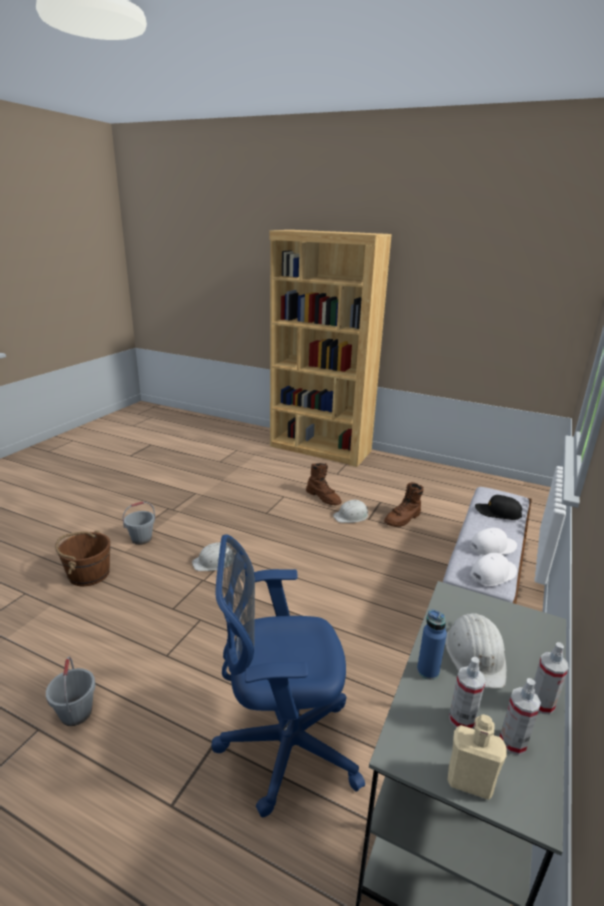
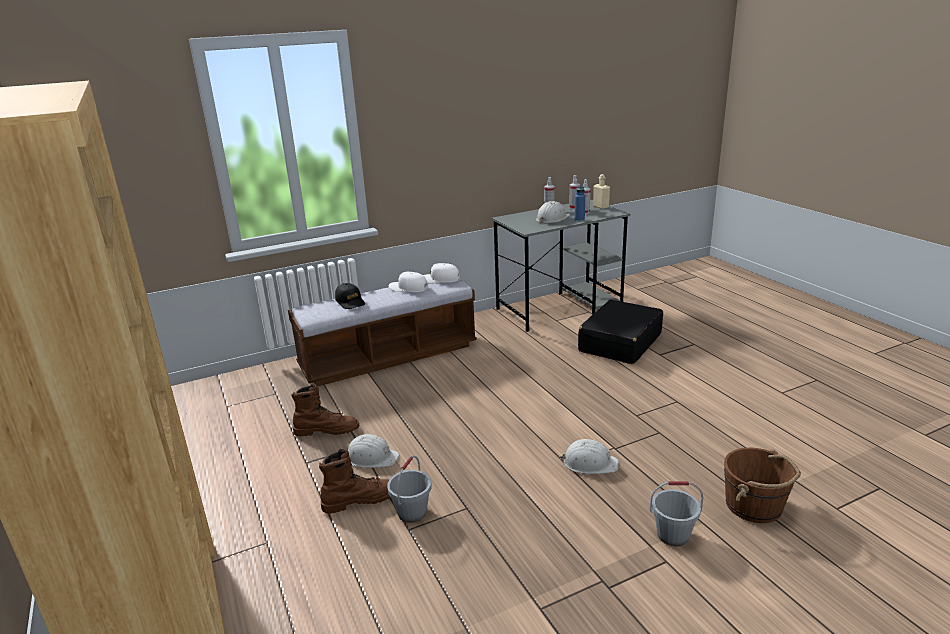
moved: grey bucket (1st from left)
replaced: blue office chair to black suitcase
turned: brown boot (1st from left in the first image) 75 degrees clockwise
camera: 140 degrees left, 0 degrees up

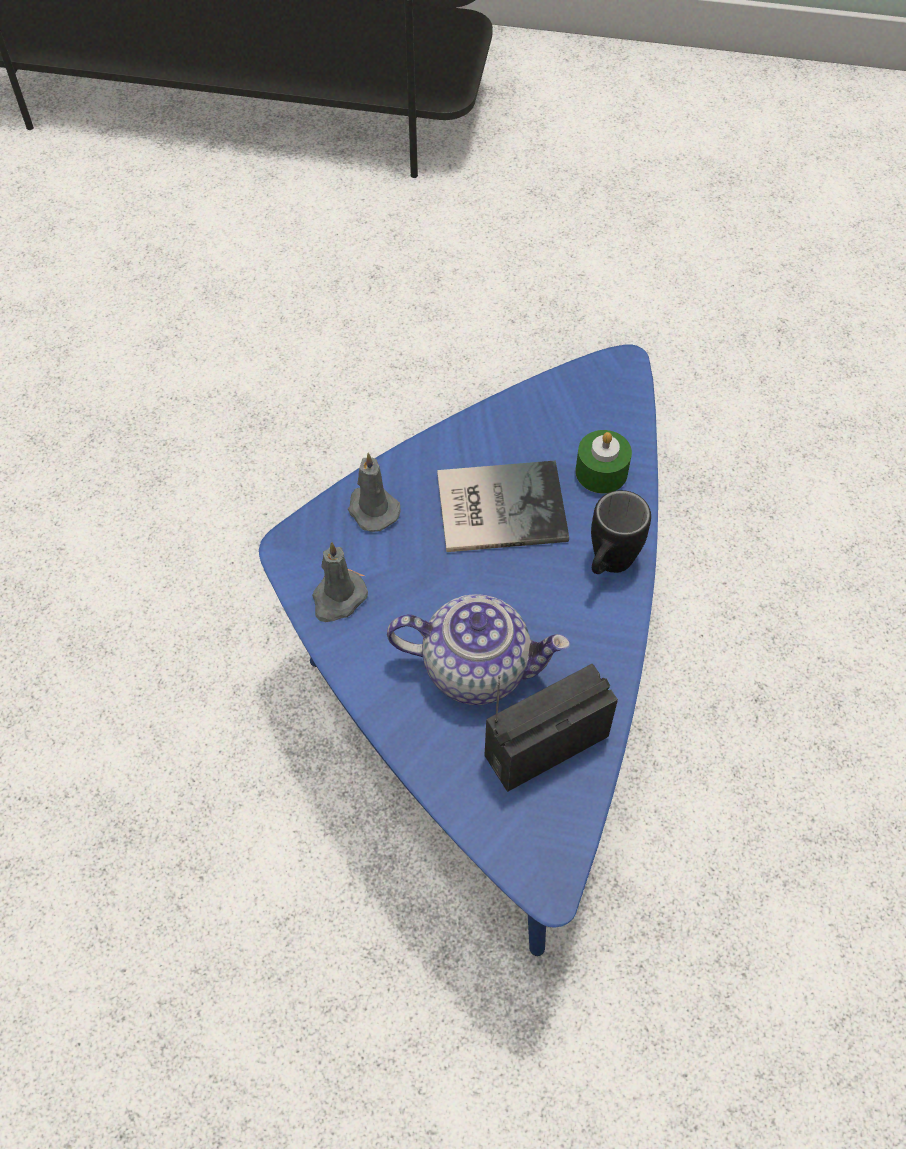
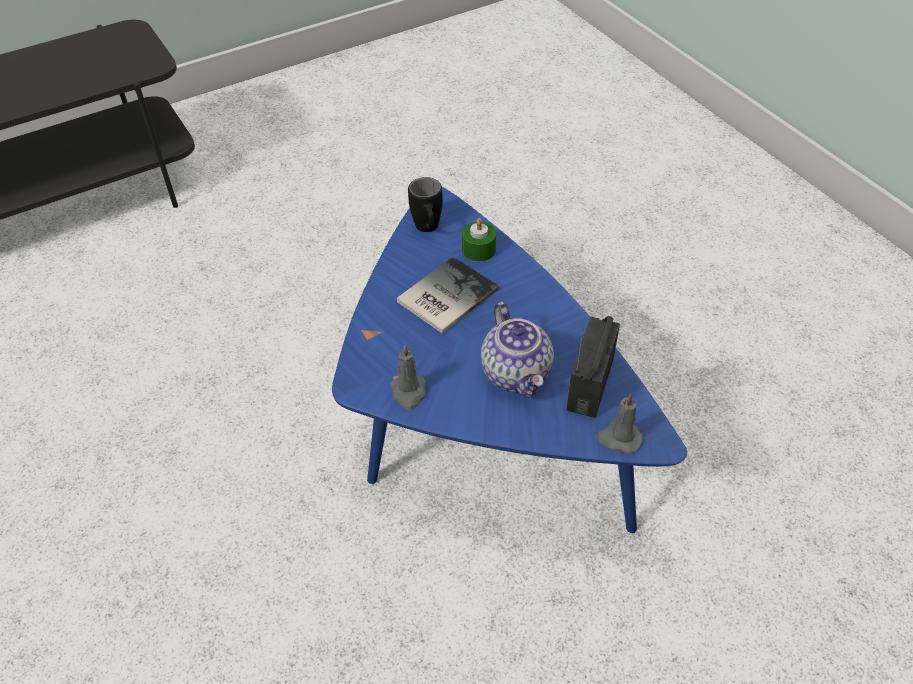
moved: black mug; grey candle (2nd from left)
turned: teapot 105 degrees clockwise
camera: 40 degrees left, 10 degrees down

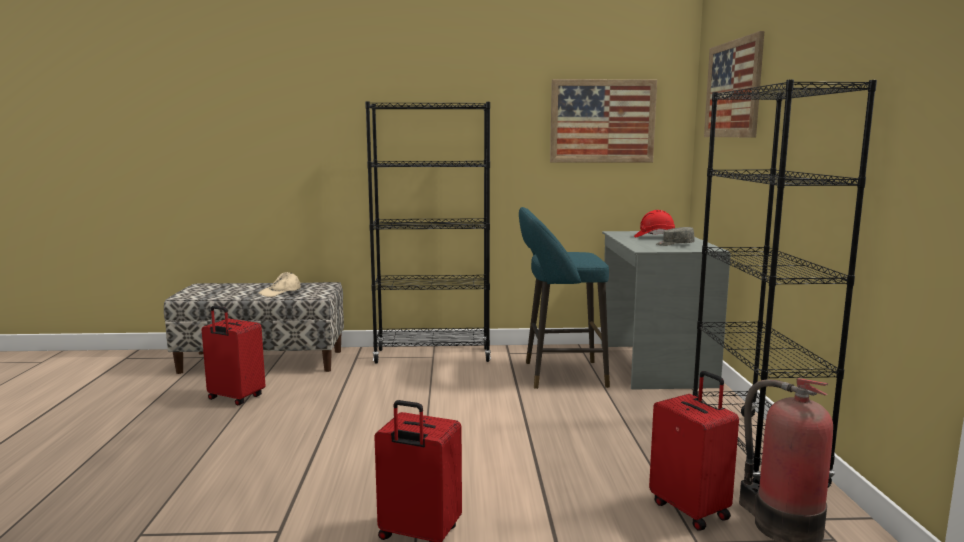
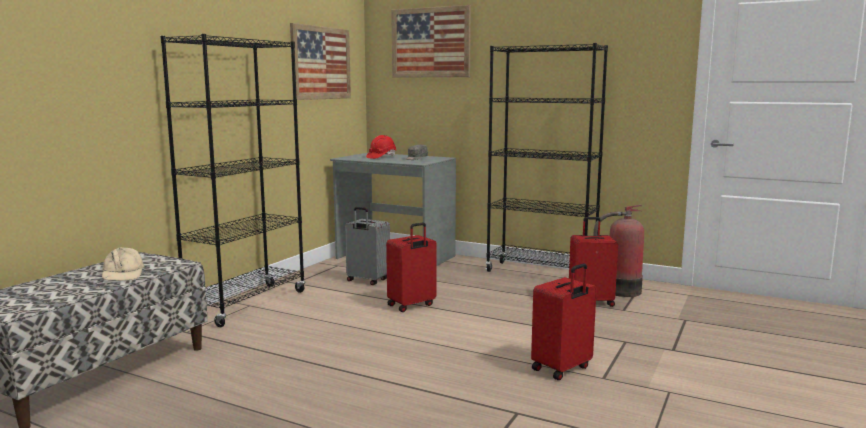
moved: red suitcase (1st from left)
replaced: turquoise stool to grey suitcase
camera: 60 degrees left, 0 degrees up

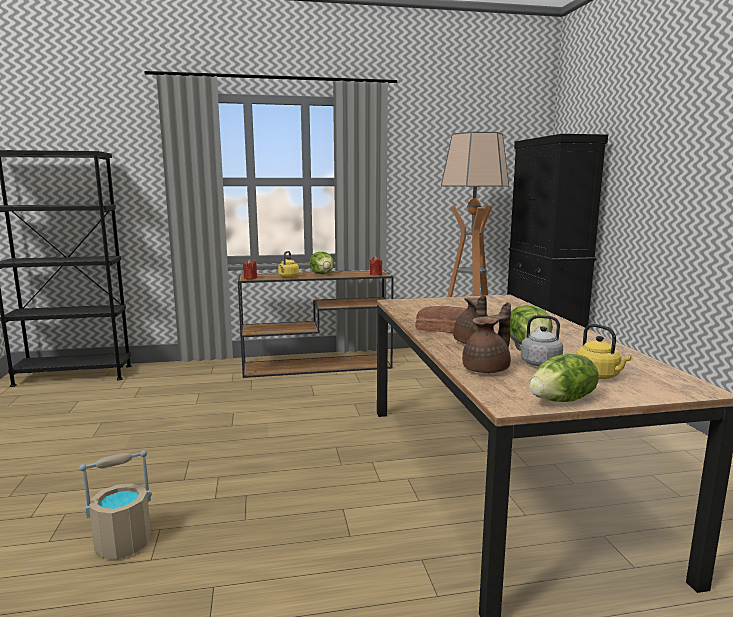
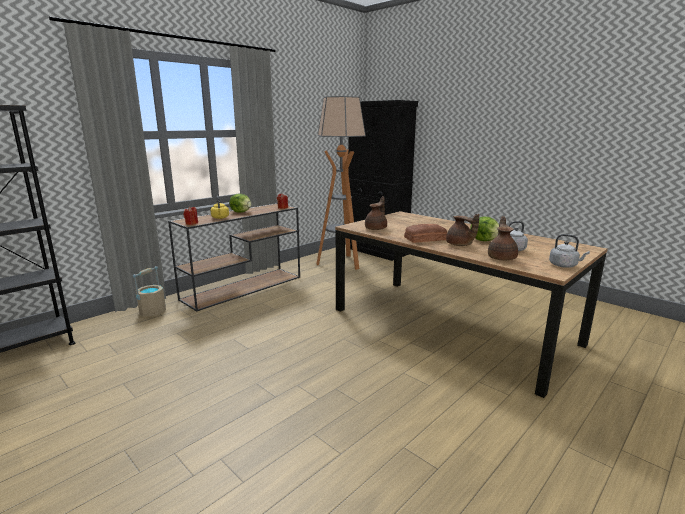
removed: yellow kettle (2nd from left)
added: brown teapot (1st from left)
moved: beige bucket
replaced: lettuce (3rd from left) to grey kettle (2nd from left)
camera: 35 degrees left, 5 degrees up

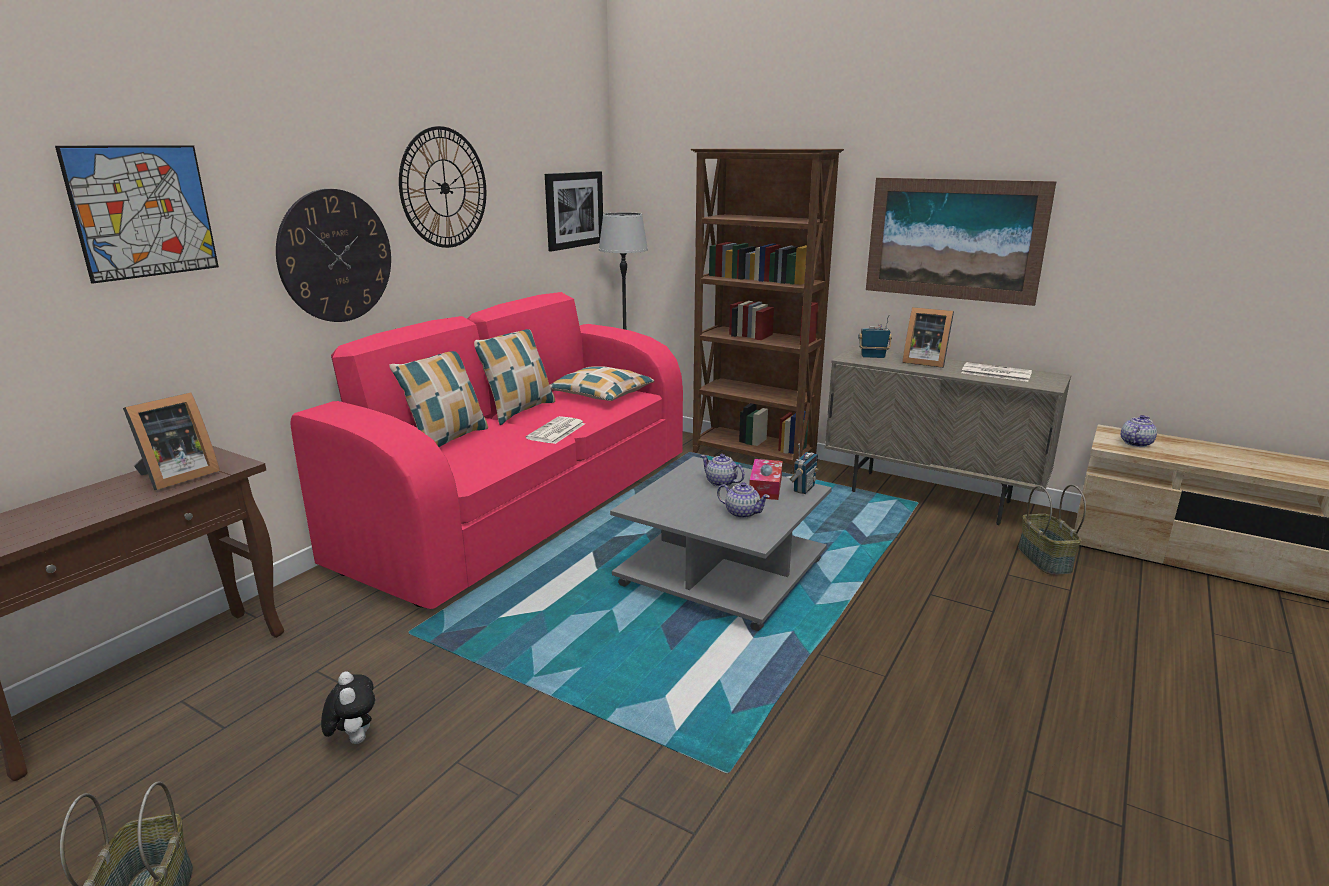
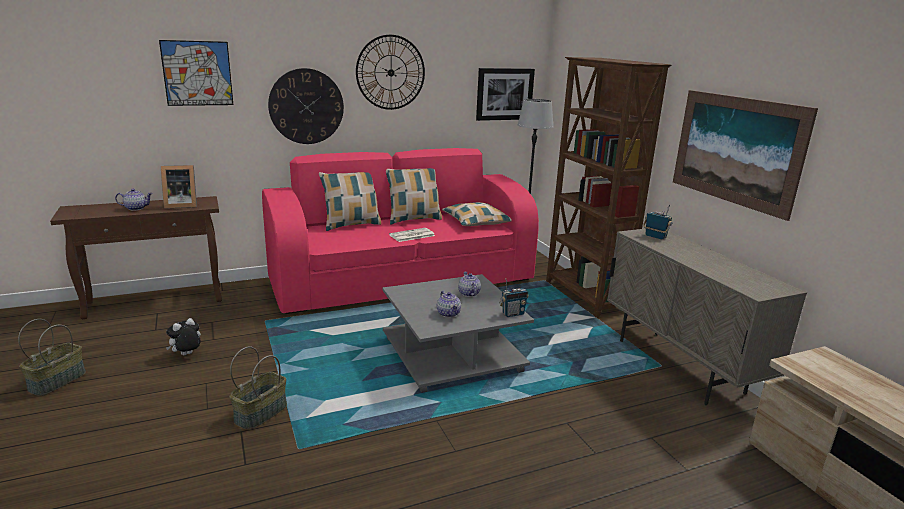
removed: tissue box; picture frame (2nd from left); newspaper (2nd from left)
moved: teapot (3rd from left in the first image) to teapot (1st from left); basket (2nd from left)
turned: plush toy 150 degrees counterclockwise
camera: 35 degrees right, 0 degrees up

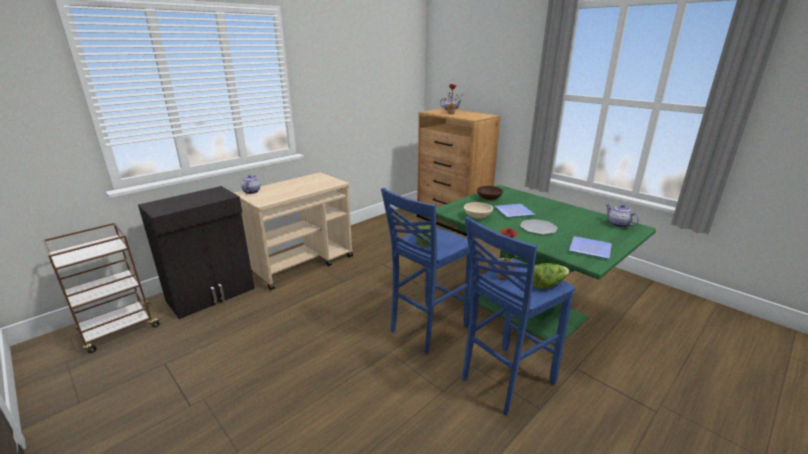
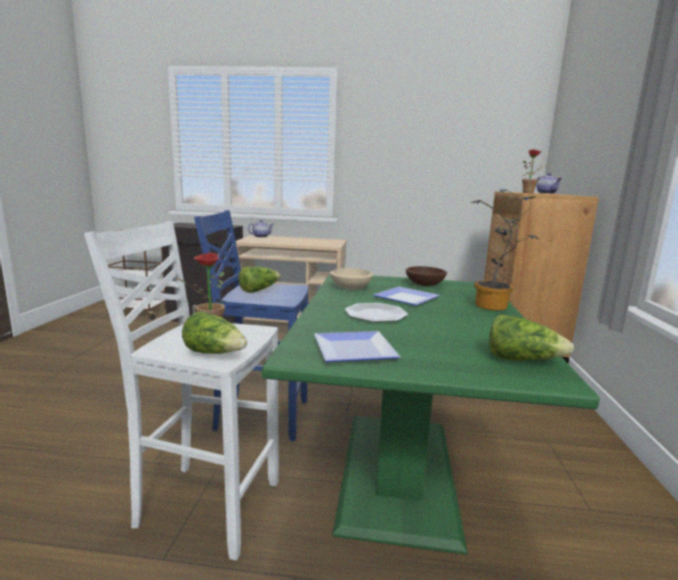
added: potted plant (2nd from left)
replaced: teapot (3rd from left) to lettuce (3rd from left)
recoloured: blue stool (2nd from left) to white stool
camera: 50 degrees right, 10 degrees down

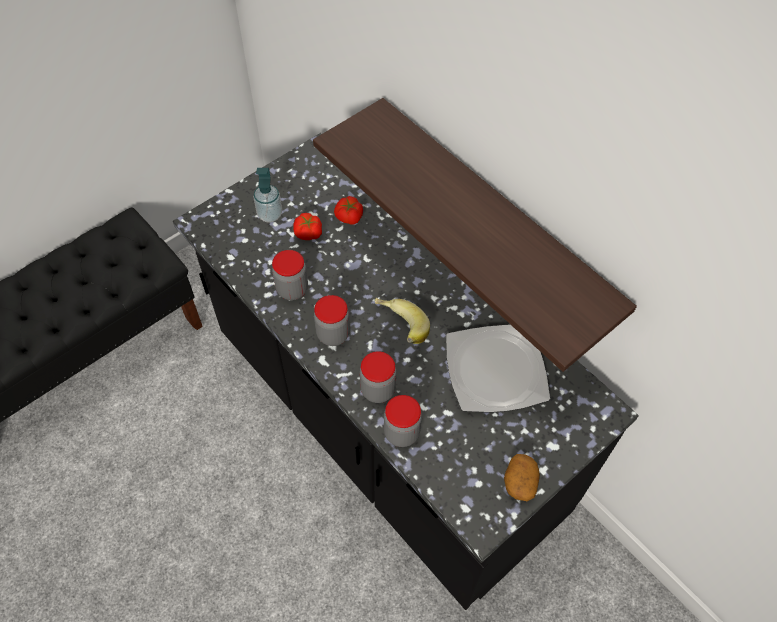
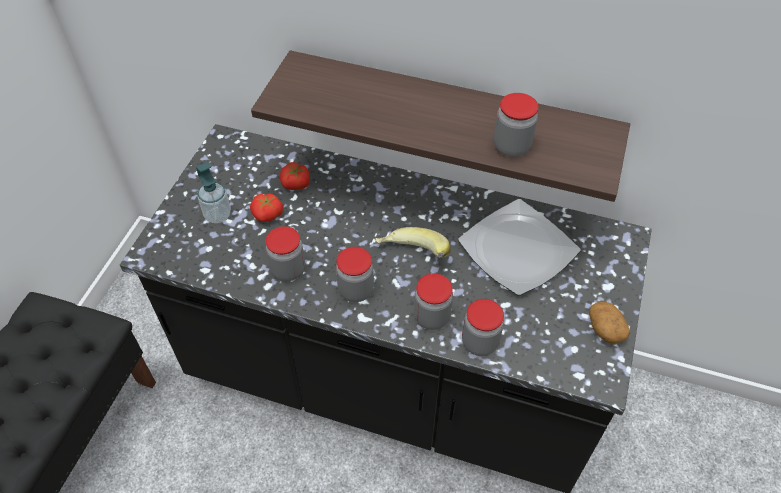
added: jar (5th from left)
camera: 30 degrees left, 5 degrees down

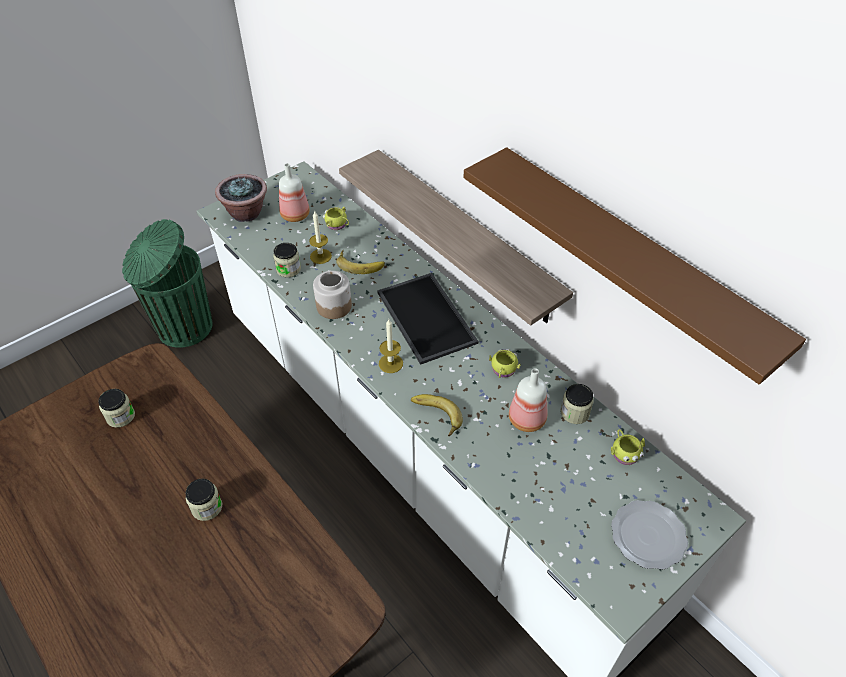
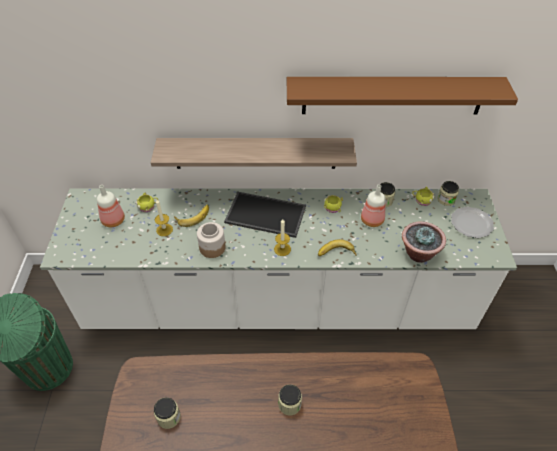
moved: potted plant; jar (3rd from left in the first image) to jar (5th from left)
camera: 50 degrees left, 0 degrees up

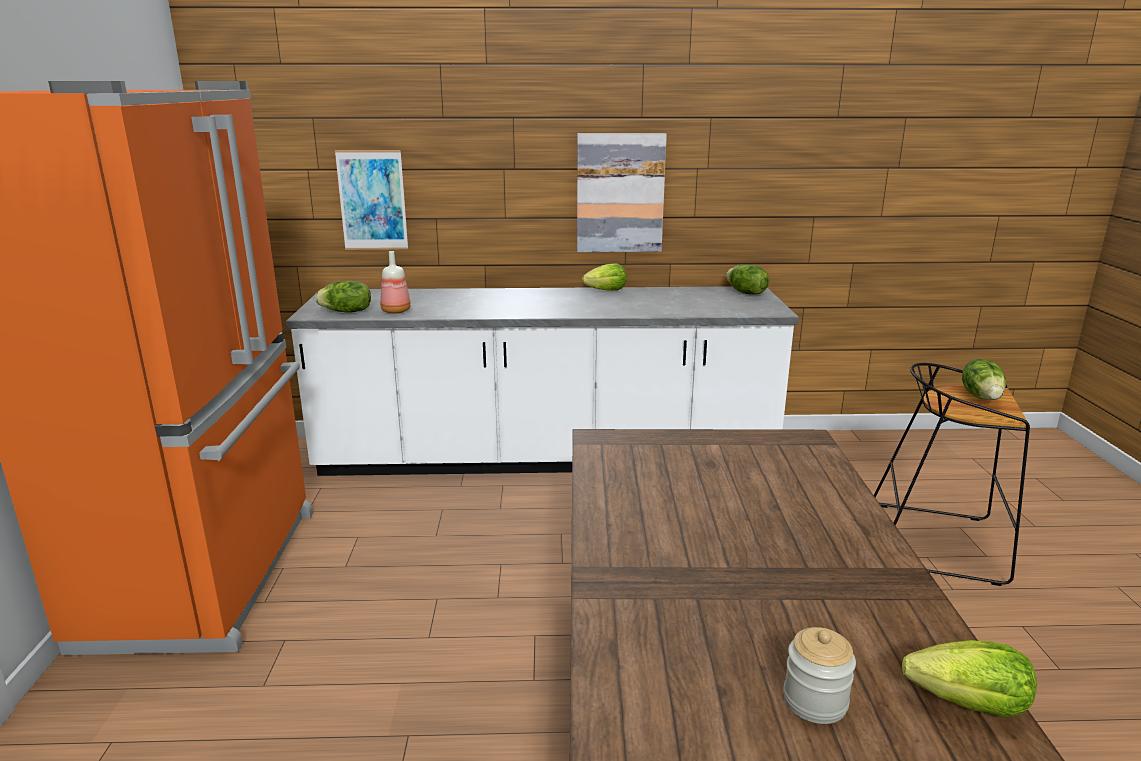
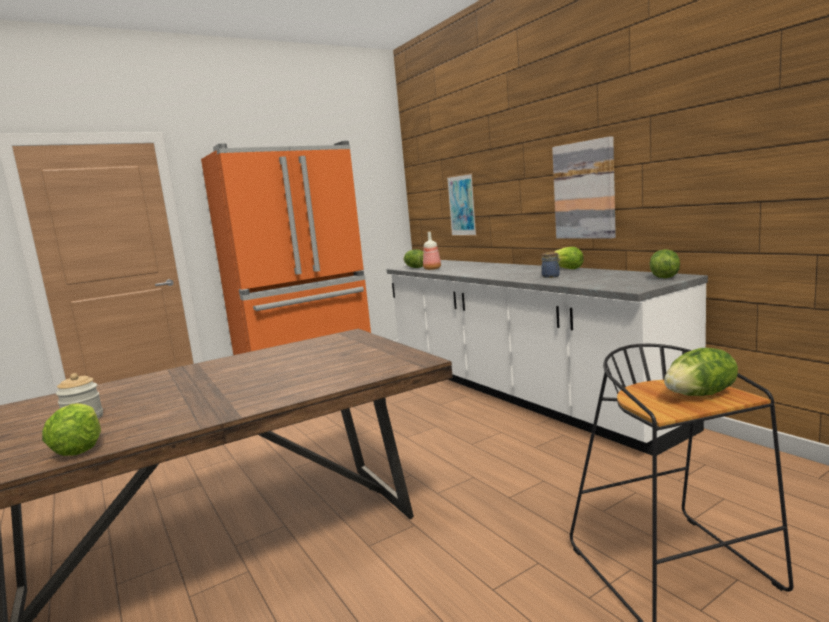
added: jar (2nd from left)
camera: 60 degrees right, 10 degrees down

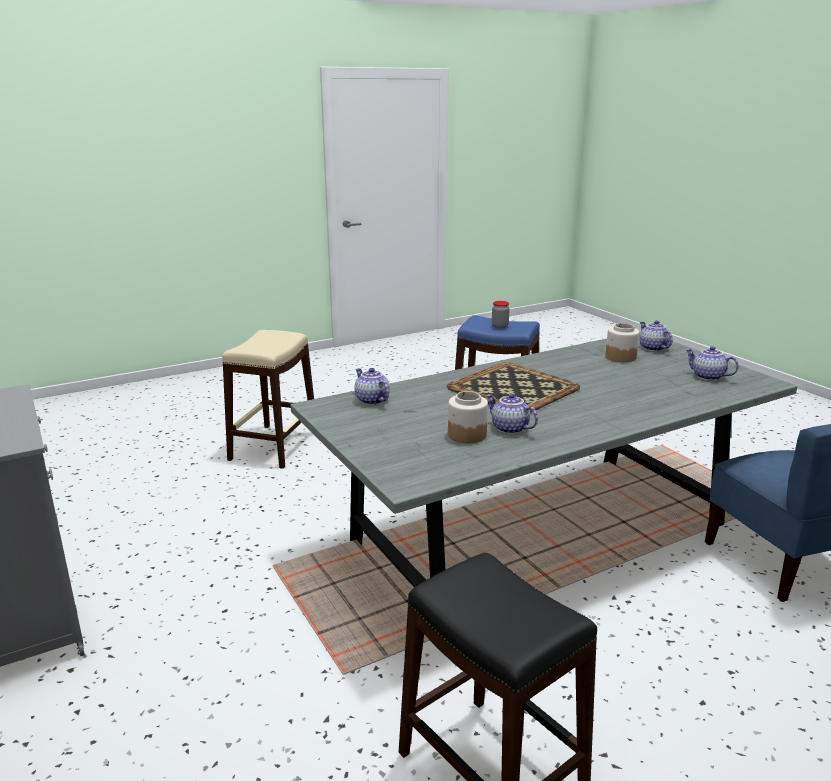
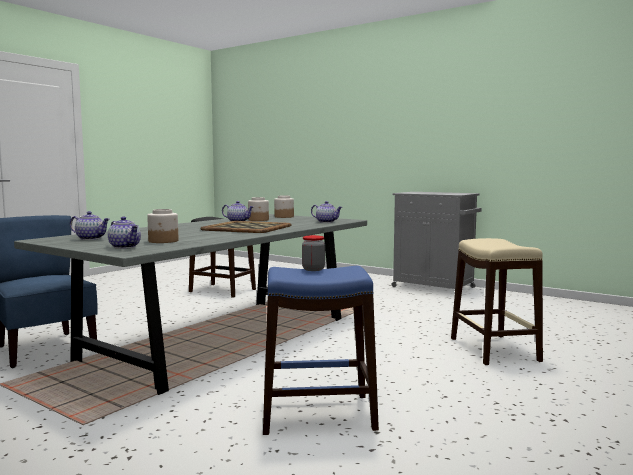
added: jar (3rd from left)
camera: 155 degrees right, 15 degrees down

